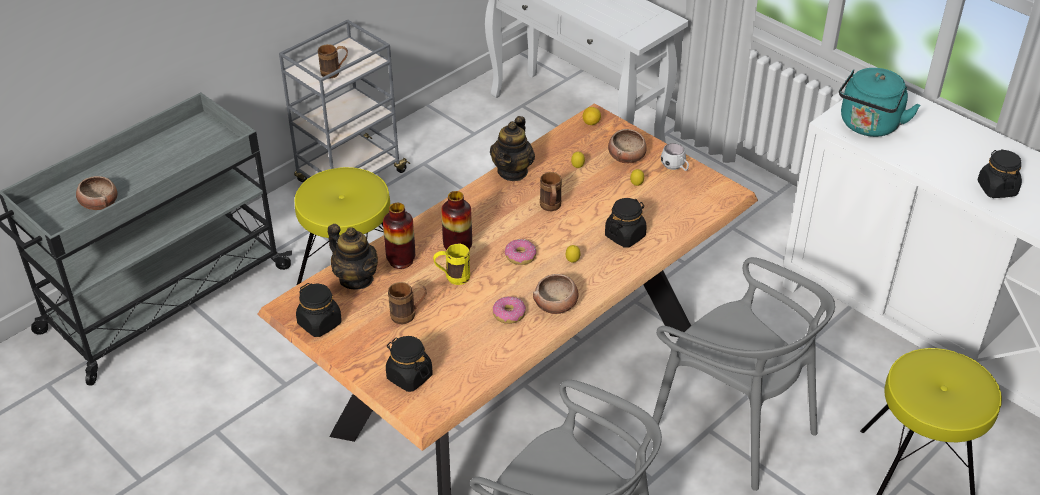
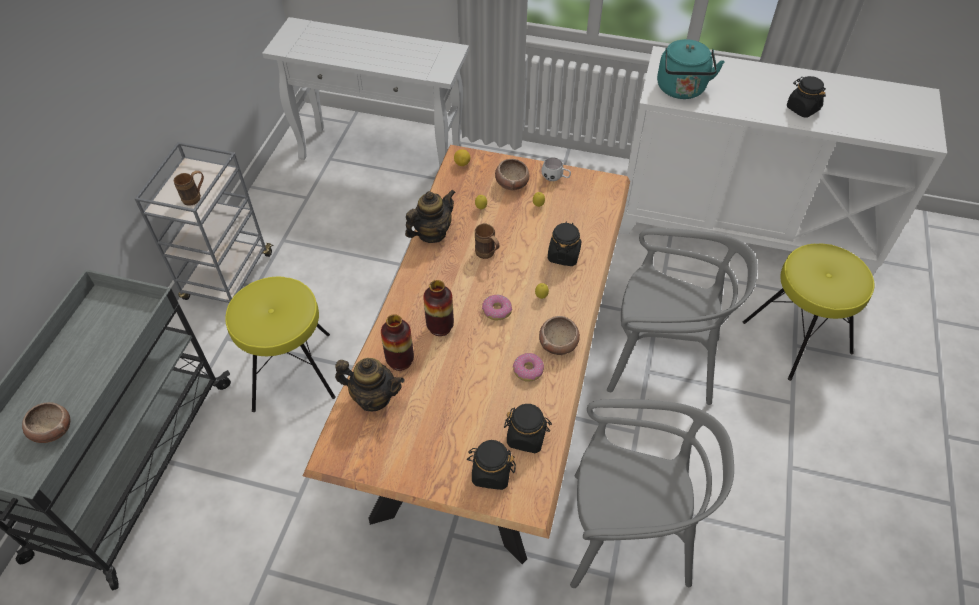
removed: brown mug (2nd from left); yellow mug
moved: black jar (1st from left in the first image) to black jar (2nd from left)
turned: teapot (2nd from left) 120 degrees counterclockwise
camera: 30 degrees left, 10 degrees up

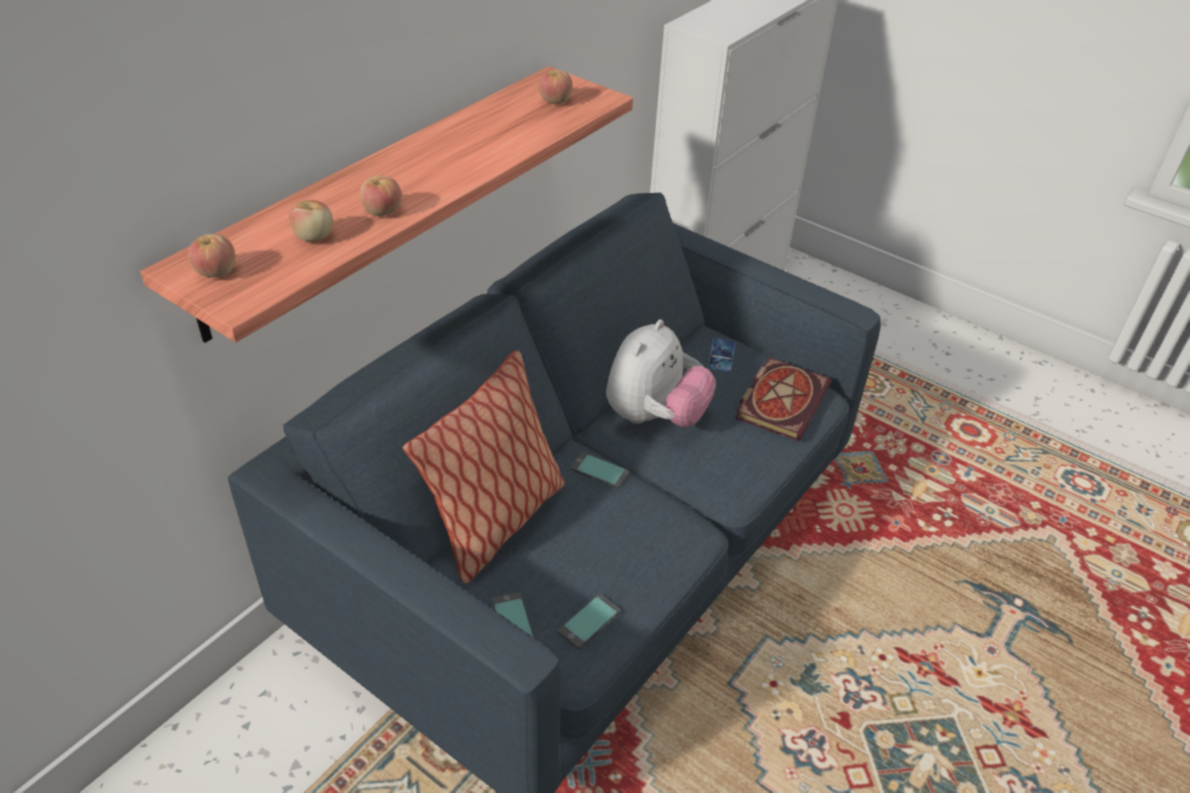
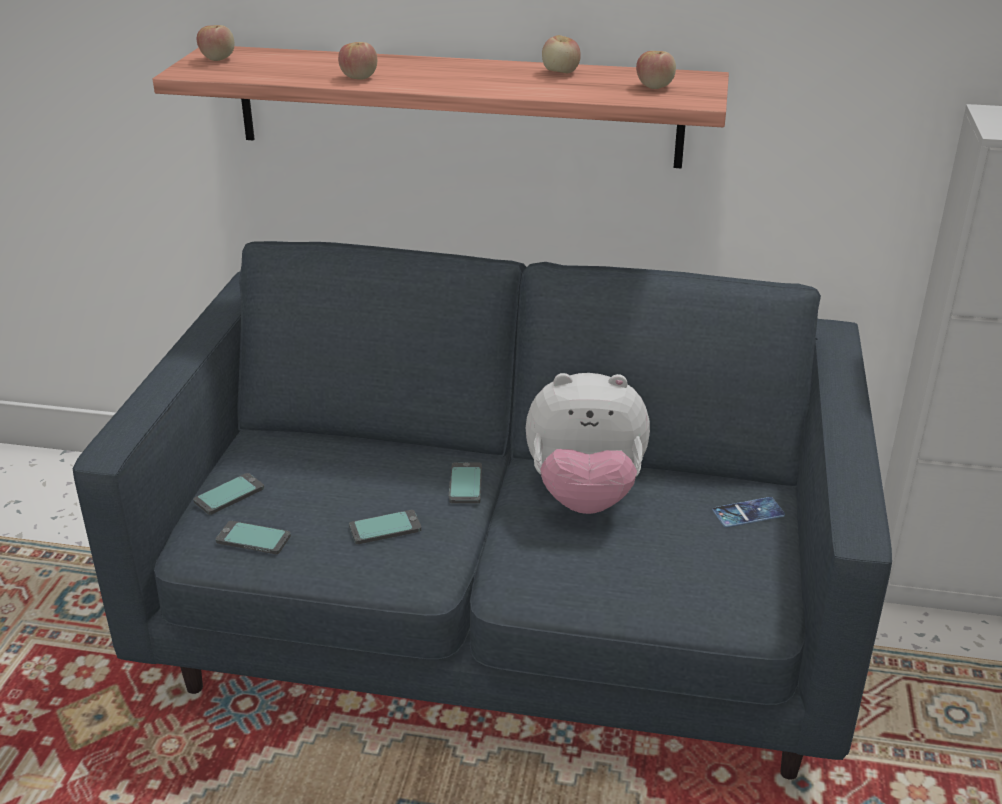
removed: pillow; book
added: phone (3rd from left)
moved: apple (2nd from left in the first image) to apple (3rd from left)
camera: 65 degrees right, 10 degrees down

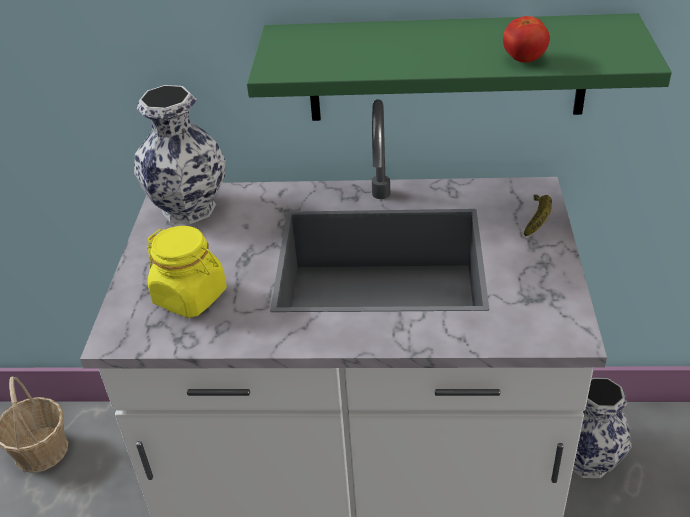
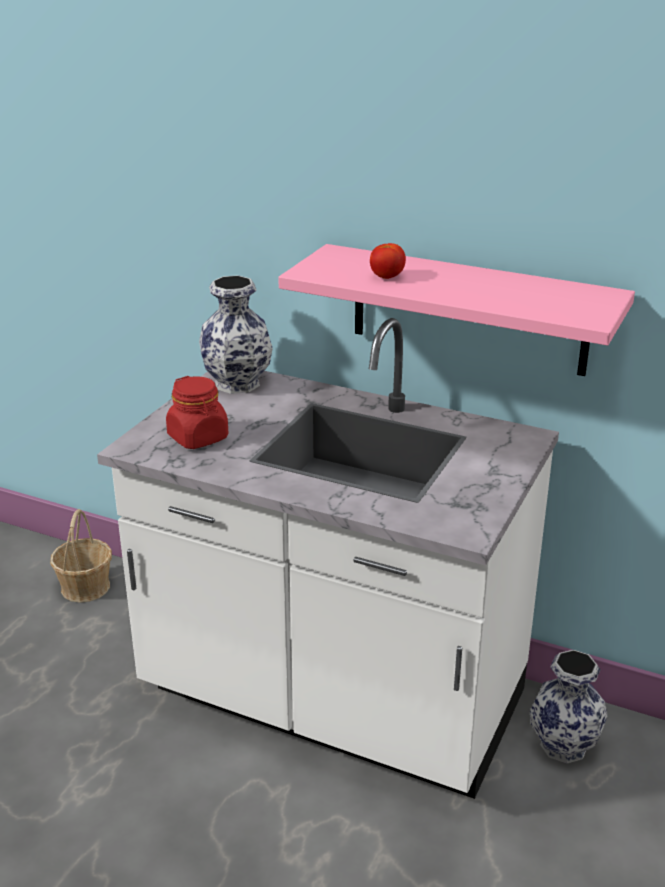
removed: banana
moved: tomato
recoloured: yellow jar to red jar; green shelf to pink shelf
camera: 20 degrees right, 10 degrees down

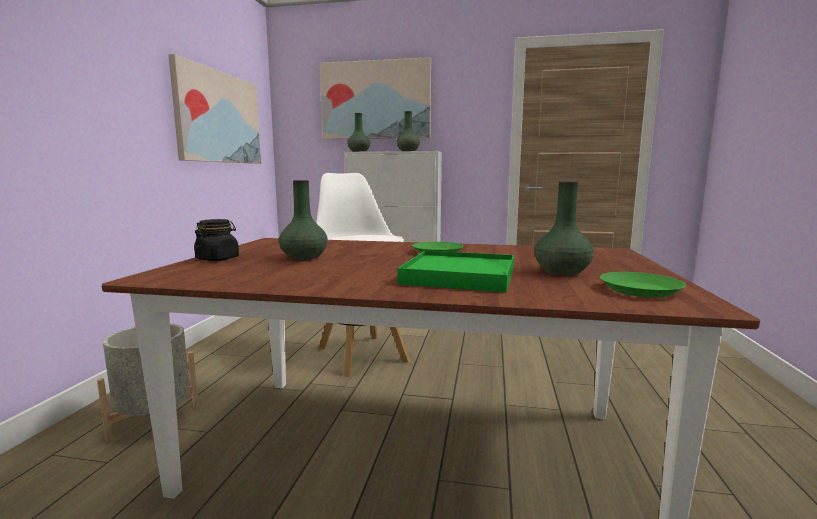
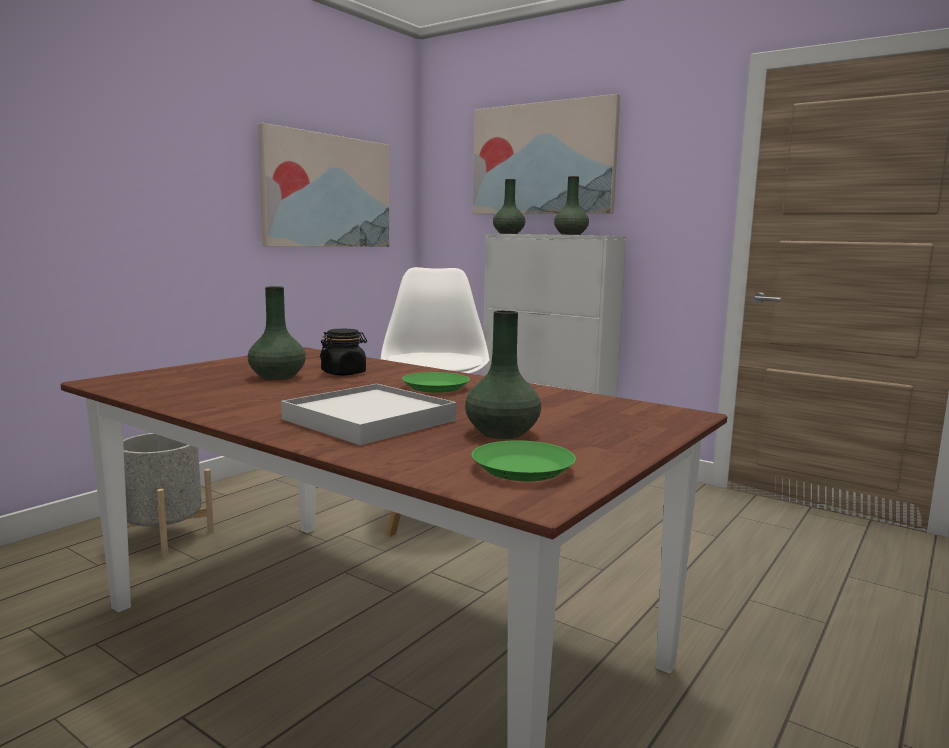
moved: black jar
recoloured: green tray to white tray
camera: 25 degrees right, 0 degrees up

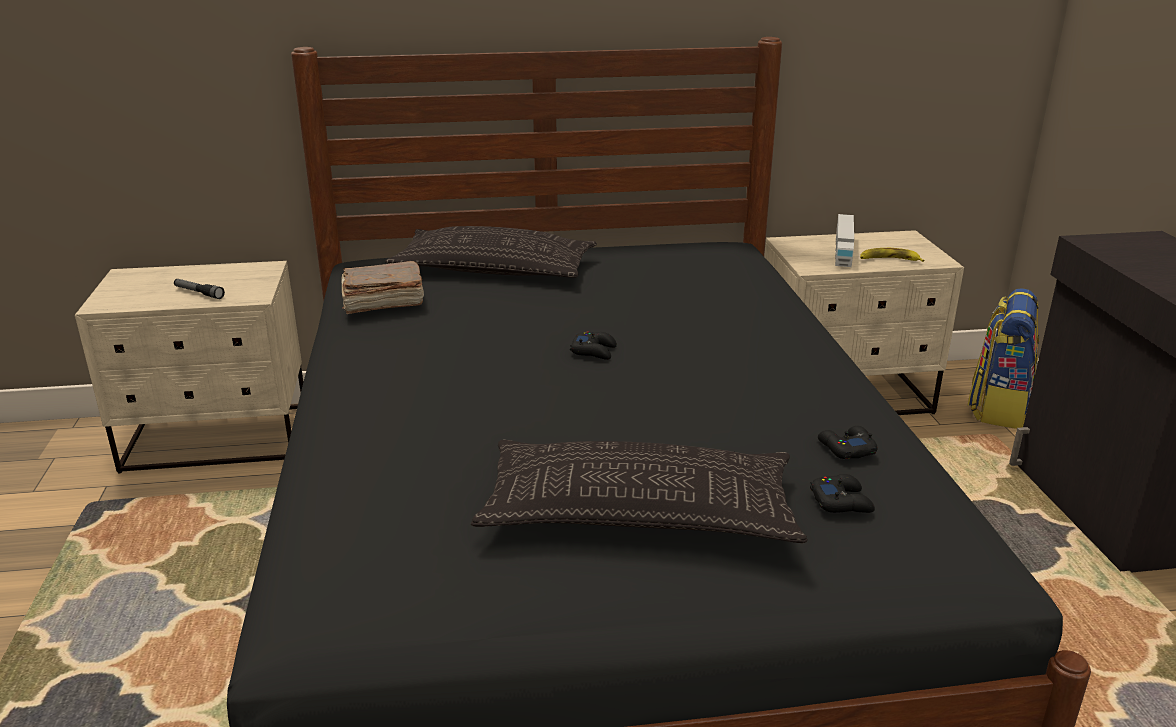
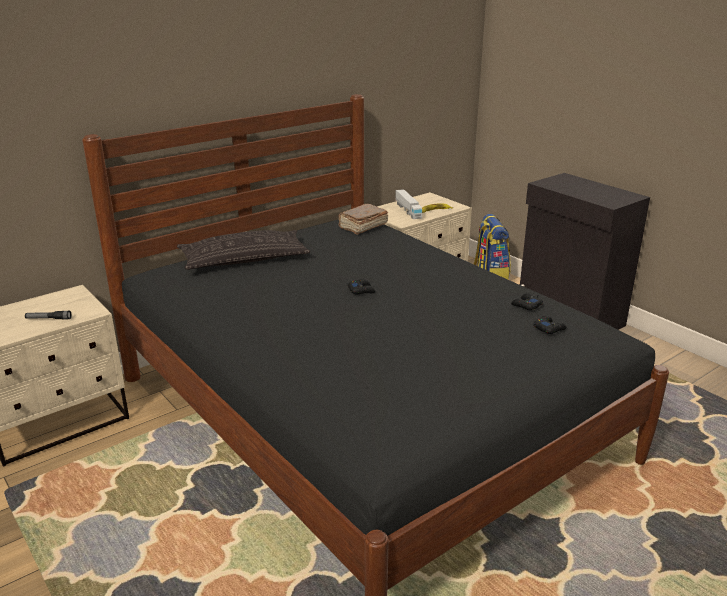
removed: pillow (2nd from left)
moved: brown book
camera: 30 degrees left, 0 degrees up

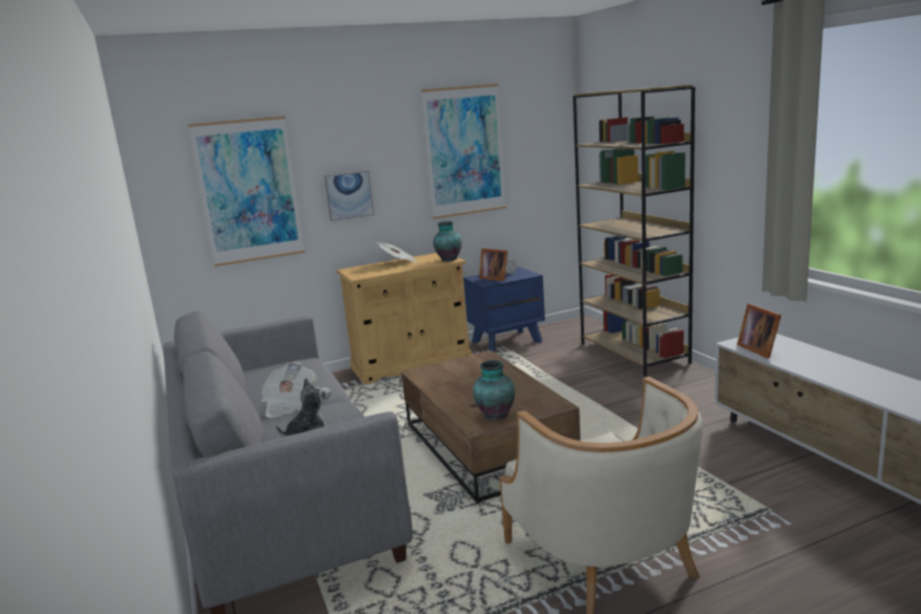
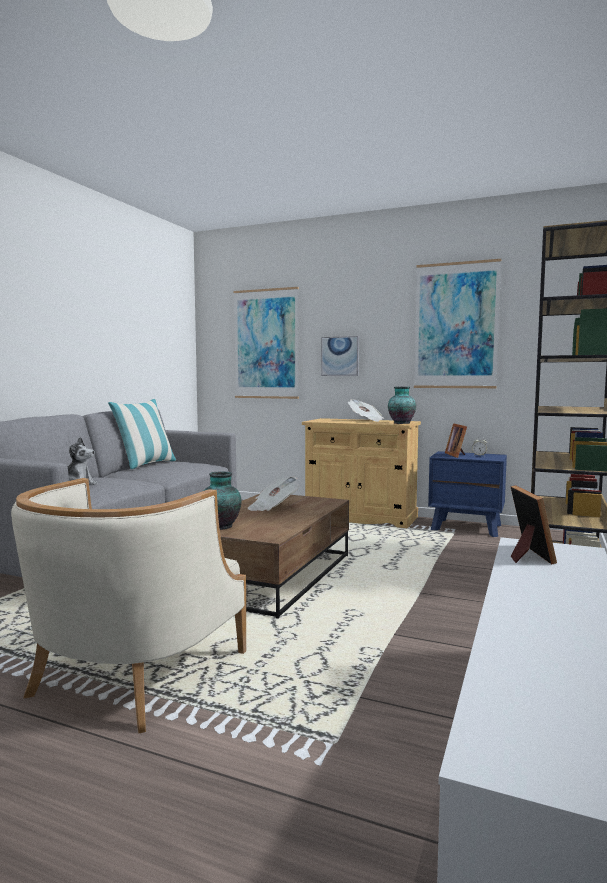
added: pillow
moved: newspaper (1st from left)
turned: picture frame (2nd from left) 150 degrees clockwise
camera: 45 degrees right, 10 degrees down

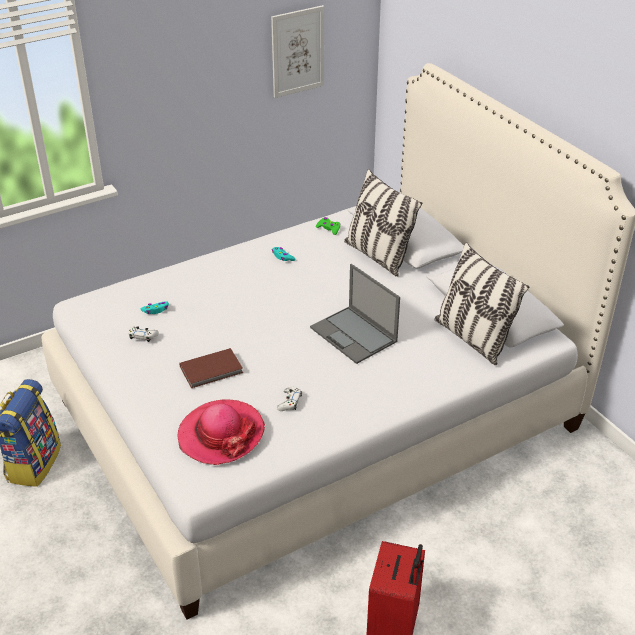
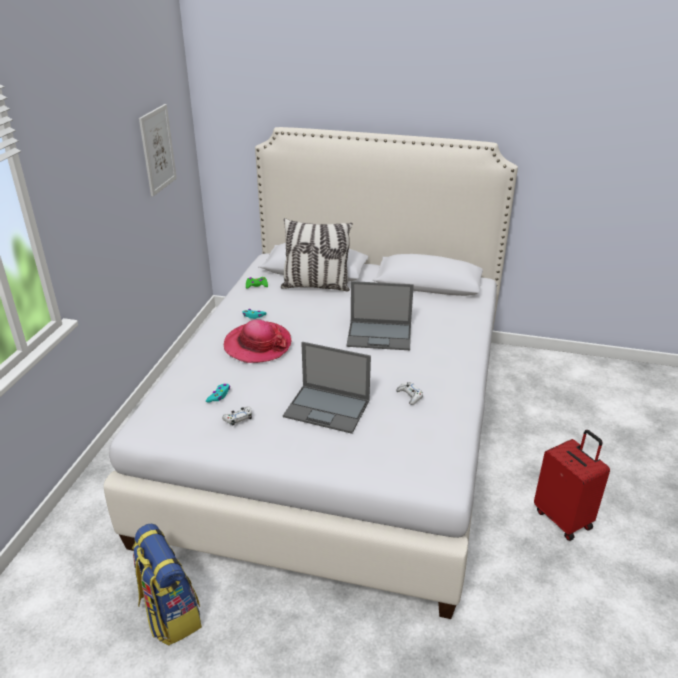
removed: pillow (2nd from left)
moved: hat
replaced: brown book to laptop (1st from left)
camera: 45 degrees left, 5 degrees down

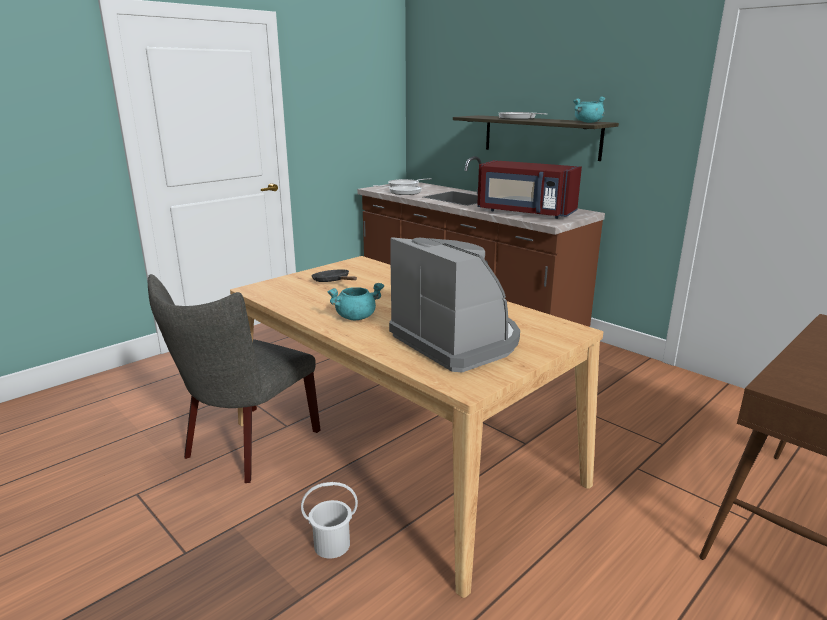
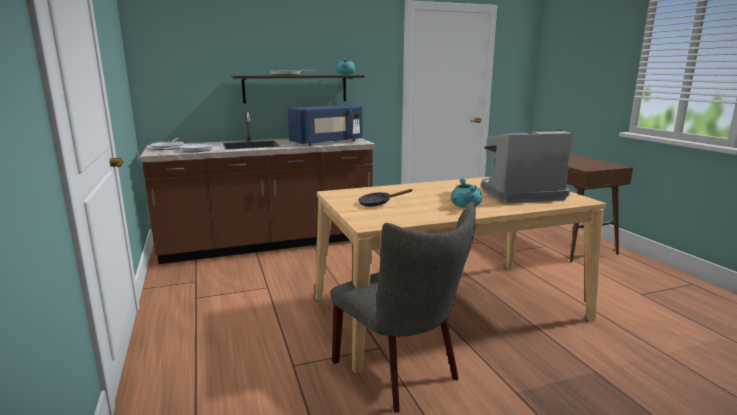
removed: white bucket
recoloured: red microwave to blue microwave
camera: 65 degrees left, 5 degrees down

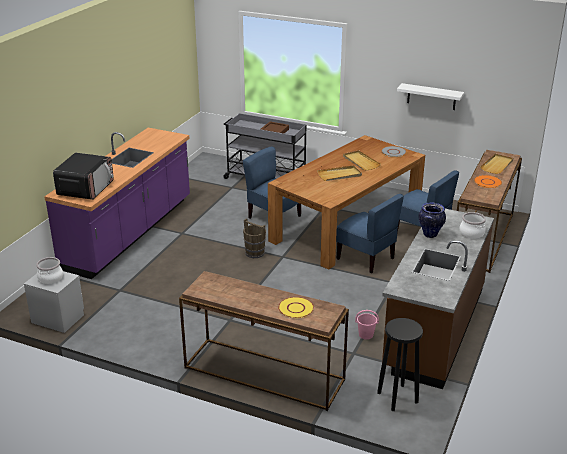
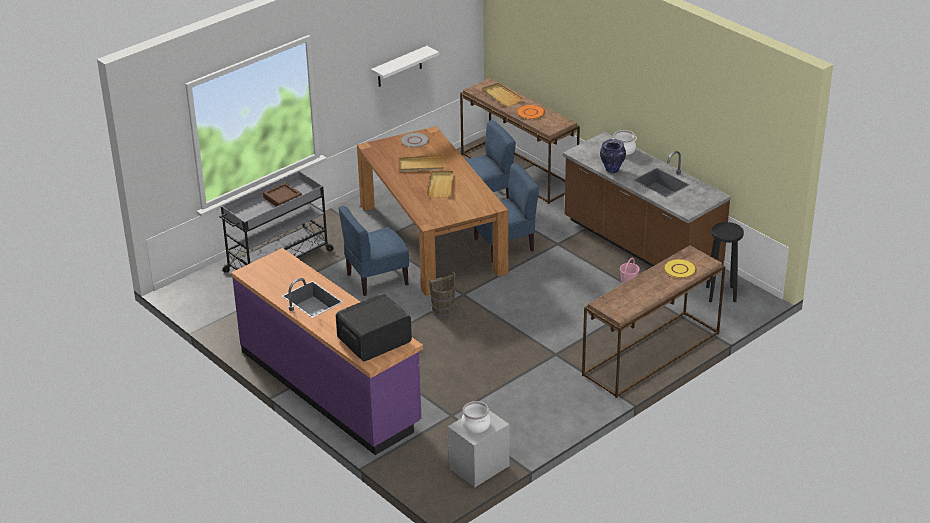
turned: microwave 75 degrees counterclockwise
camera: 65 degrees left, 5 degrees up

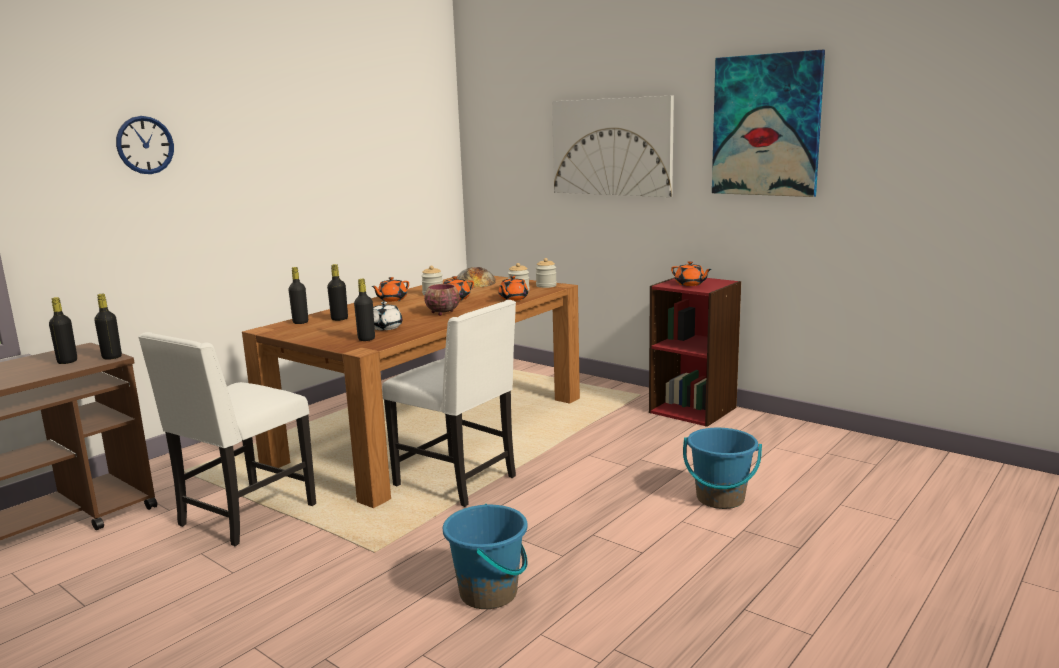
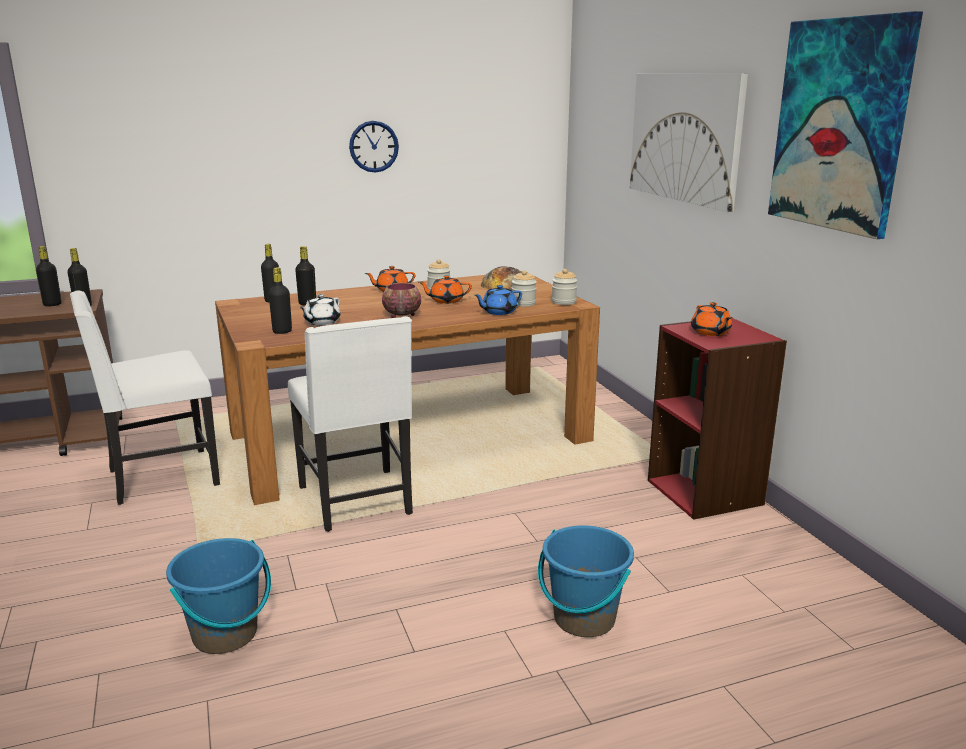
moved: wall clock
recoloured: orange teapot (3rd from left) to blue teapot
camera: 30 degrees right, 5 degrees up

